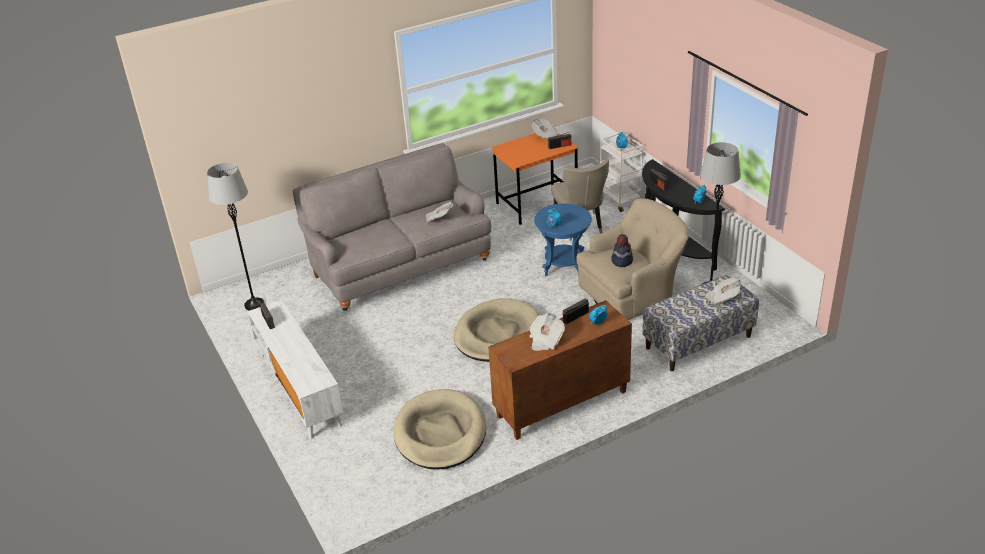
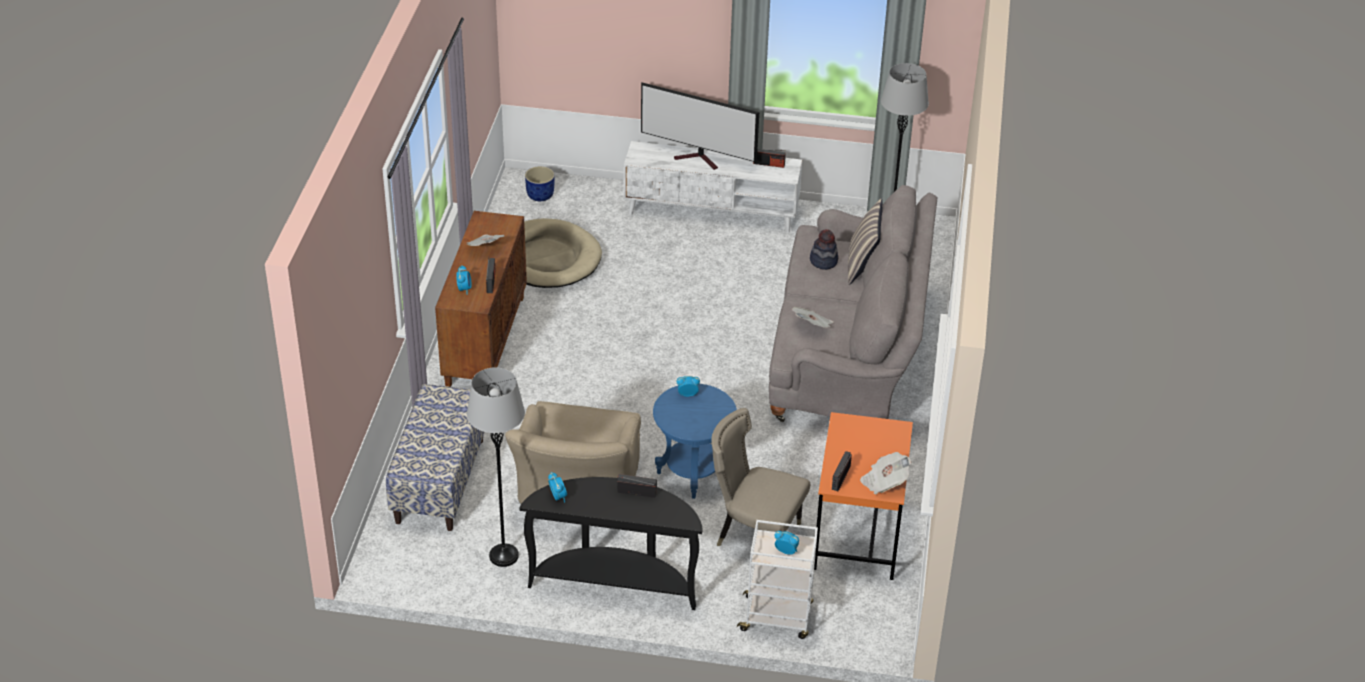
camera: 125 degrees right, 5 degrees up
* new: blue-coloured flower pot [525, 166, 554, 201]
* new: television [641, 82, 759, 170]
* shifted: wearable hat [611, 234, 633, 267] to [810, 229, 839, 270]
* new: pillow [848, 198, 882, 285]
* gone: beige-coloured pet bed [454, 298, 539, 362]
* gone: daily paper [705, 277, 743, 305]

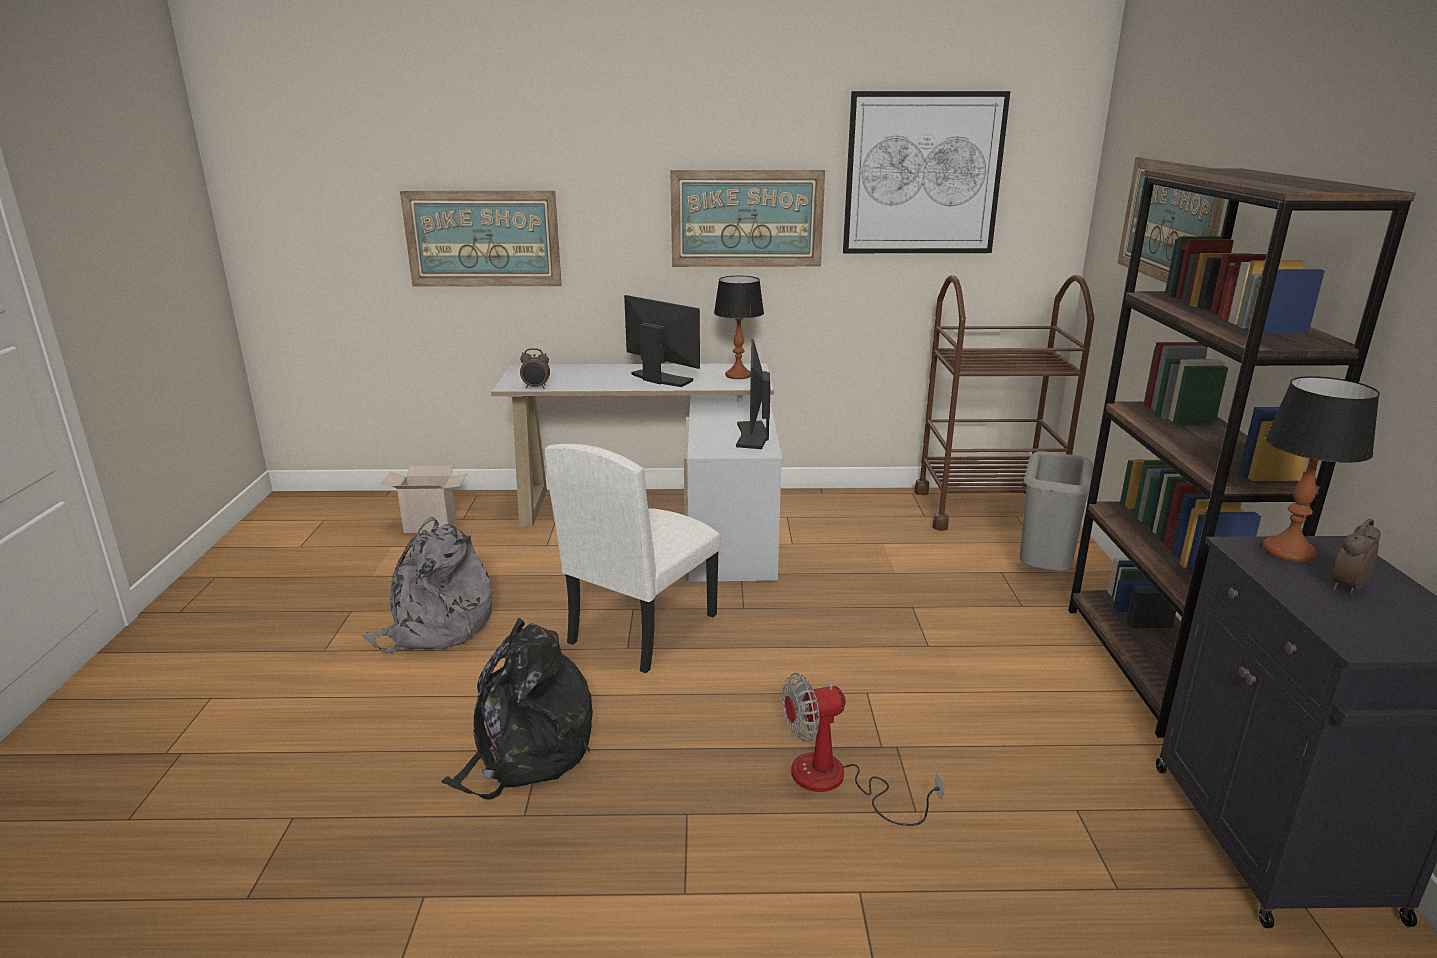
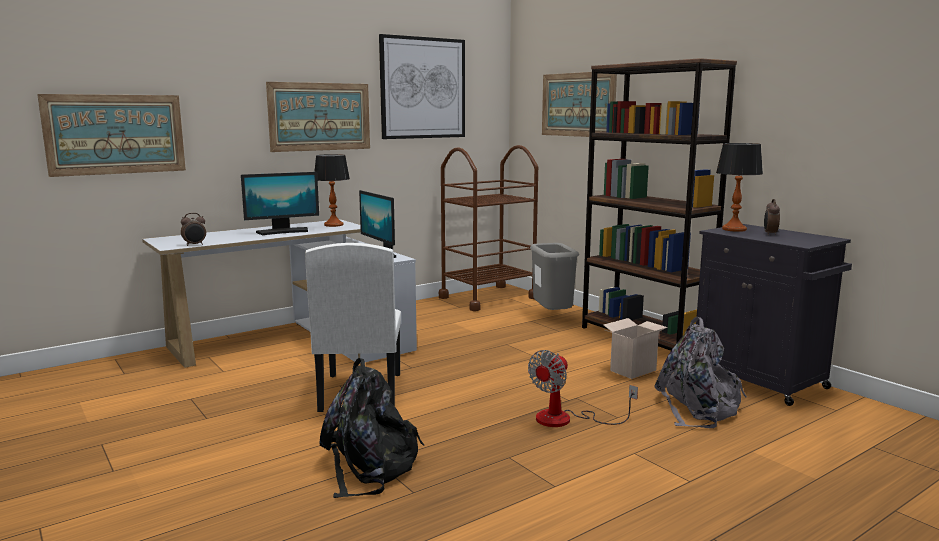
camera: 35 degrees left, 10 degrees down
* rotated: computer display [624, 295, 700, 387] = [241, 172, 319, 235] 150 degrees clockwise
* shifted: packing box [381, 466, 467, 533] to [603, 318, 668, 379]
* shifted: grey backpack [362, 516, 492, 654] to [654, 316, 747, 428]

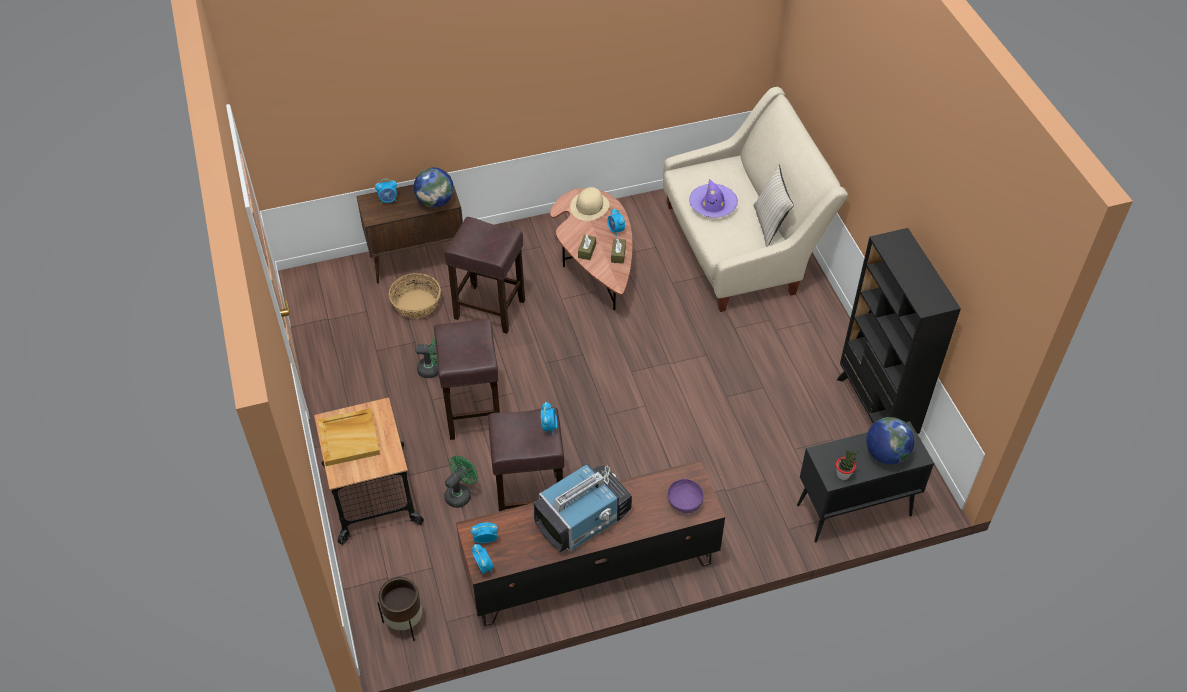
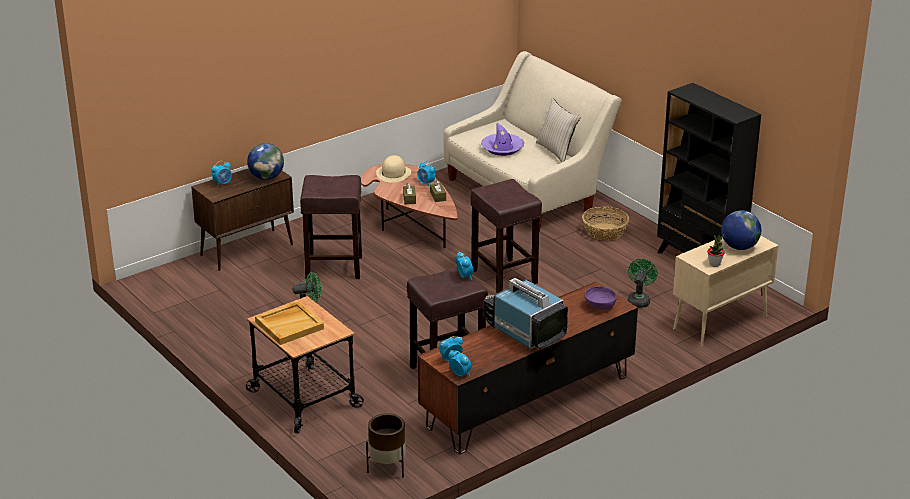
camera: 20 degrees left, 20 degrees down
* shifted: brownish sitting stool [434, 319, 500, 440] to [470, 179, 542, 293]
* rotated: television [533, 463, 632, 552] = [484, 278, 568, 349] 75 degrees counterclockwise
* shifted: household basket [389, 273, 441, 319] to [582, 206, 629, 241]
* shifted: green-coloured electric fan [444, 456, 478, 508] to [628, 259, 657, 308]
* repainted: black-coloured storage cabinet [797, 421, 934, 542] to beige-coloured storage cabinet [673, 236, 779, 347]

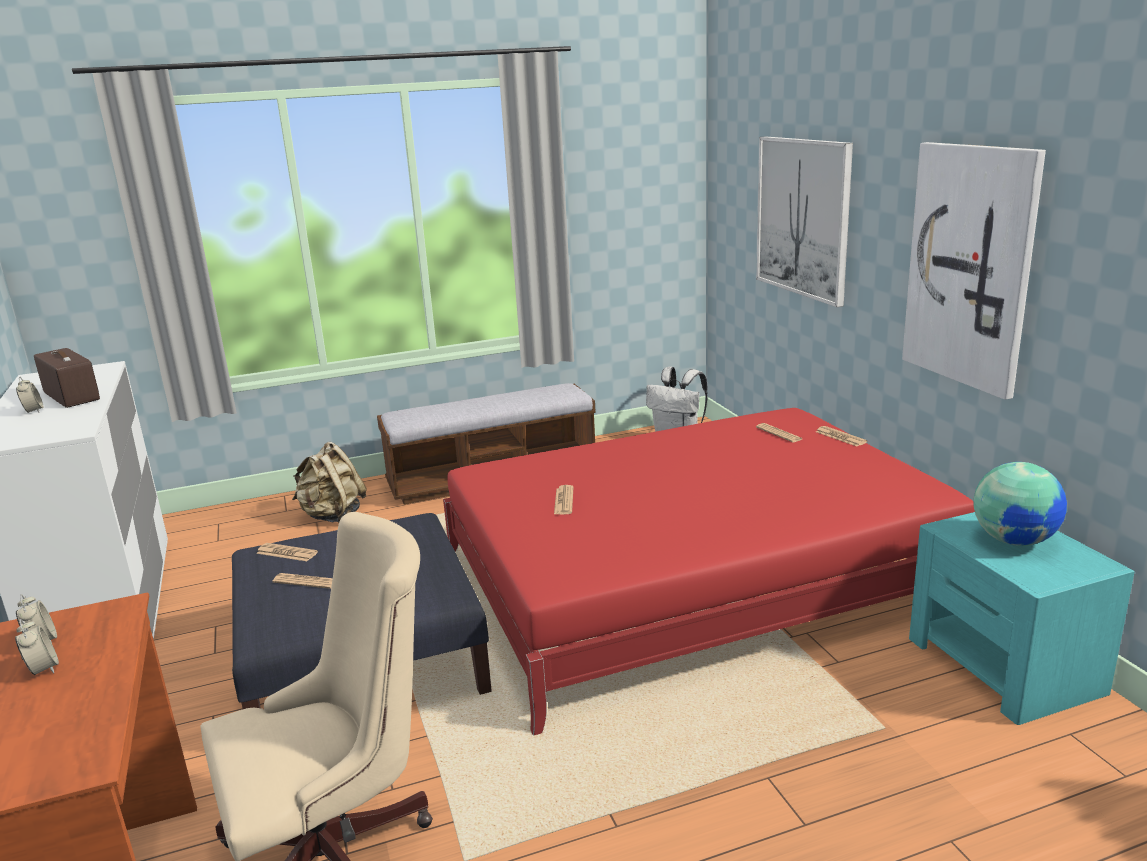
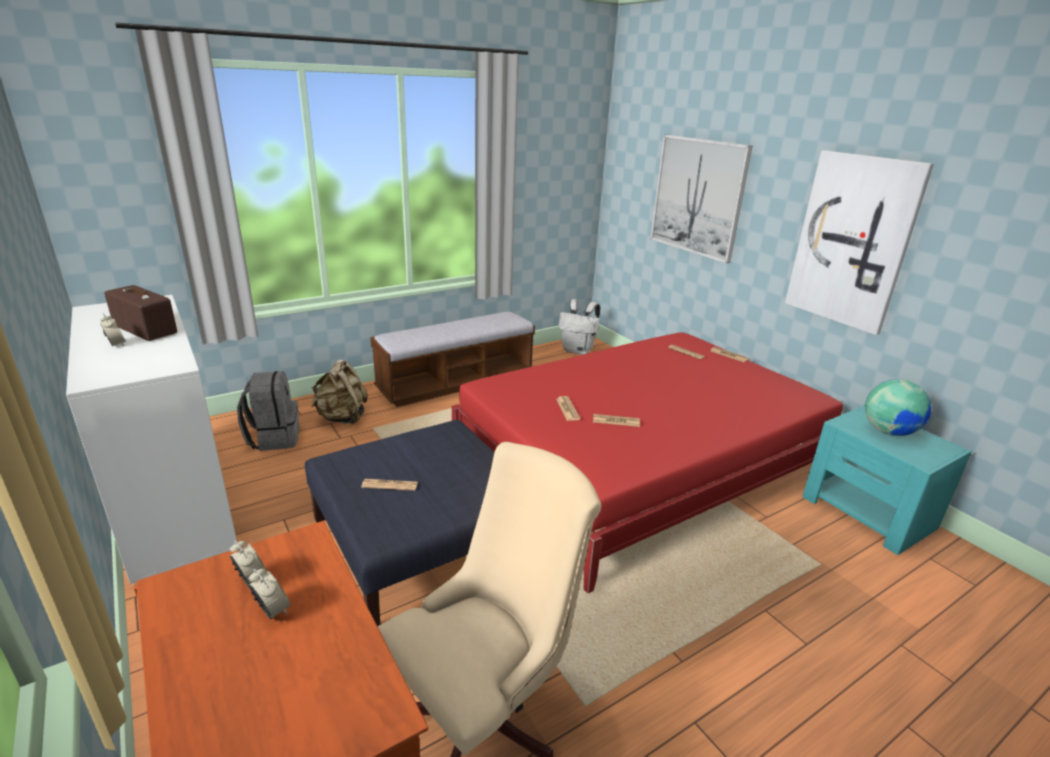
camera: 15 degrees left, 5 degrees up
* new: grey backpack [237, 371, 299, 451]
* shifted: daily paper [256, 543, 318, 561] to [593, 414, 640, 427]

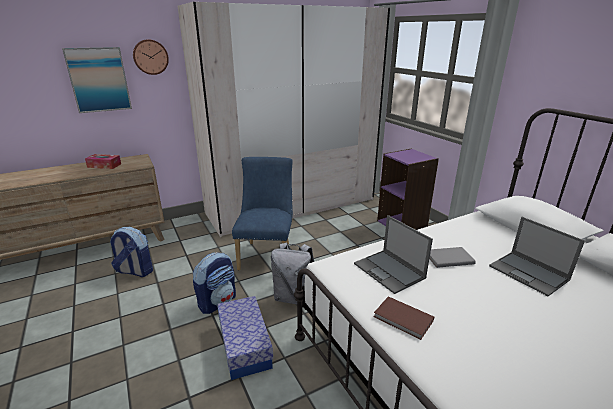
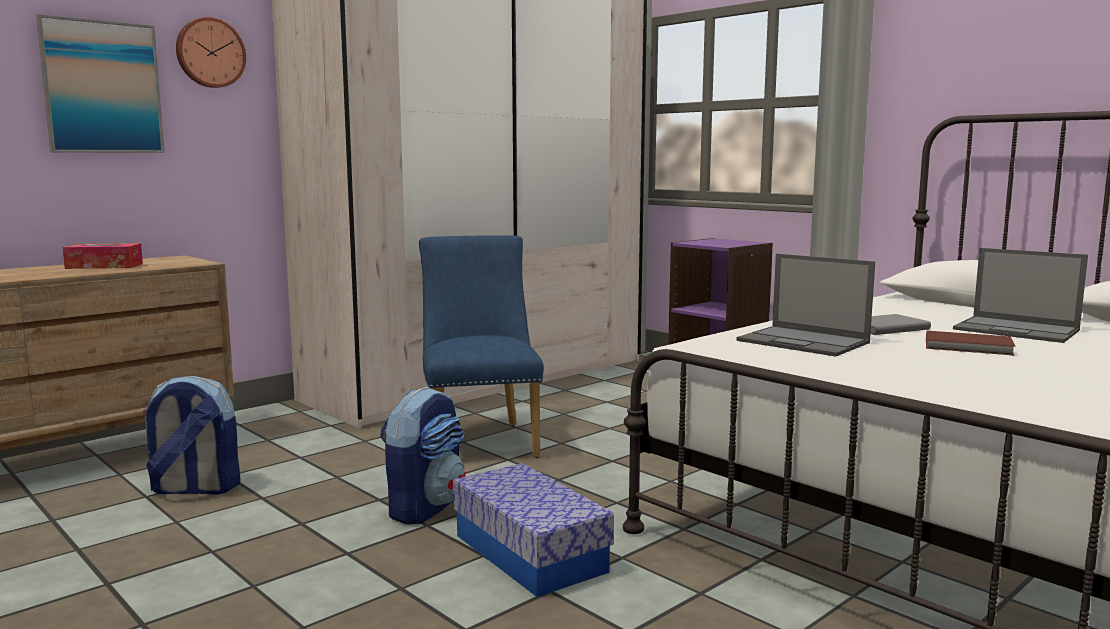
camera: 15 degrees left, 15 degrees down
* shifted: brownish bound book [374, 296, 434, 340] to [926, 331, 1016, 356]
* gone: grey backpack [271, 242, 314, 304]

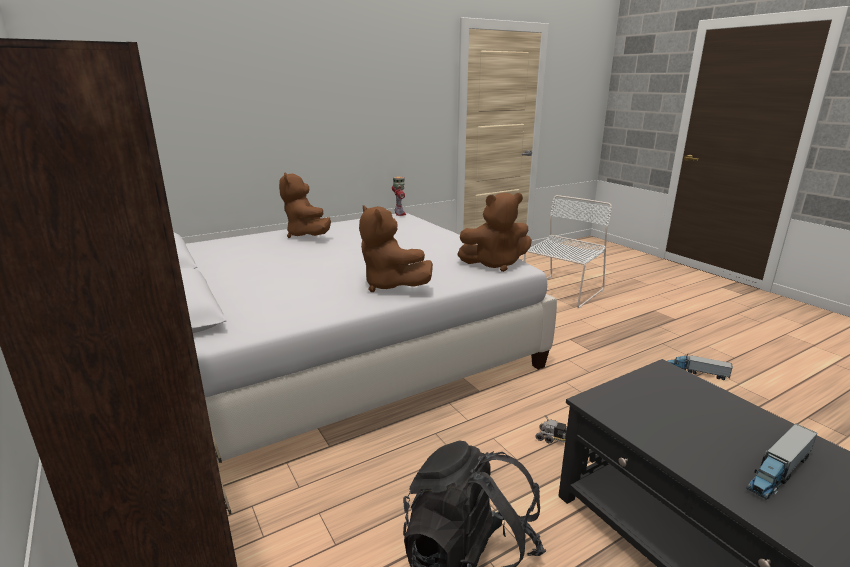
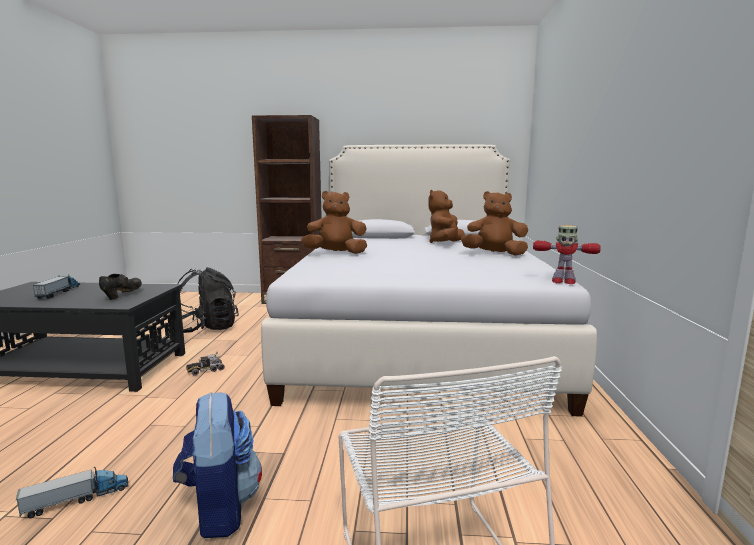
camera: 125 degrees right, 10 degrees down
* new: black-coloured shoe [99, 274, 142, 300]
* new: backpack [173, 392, 262, 538]
* shifted: brownish soft toy [457, 193, 532, 272] to [428, 190, 465, 243]

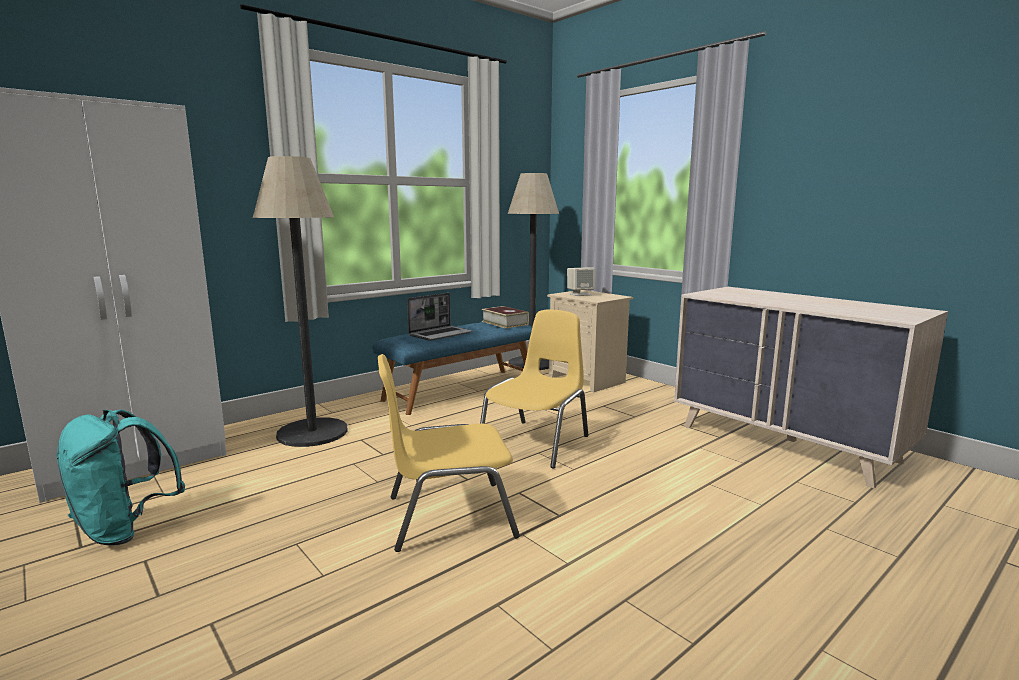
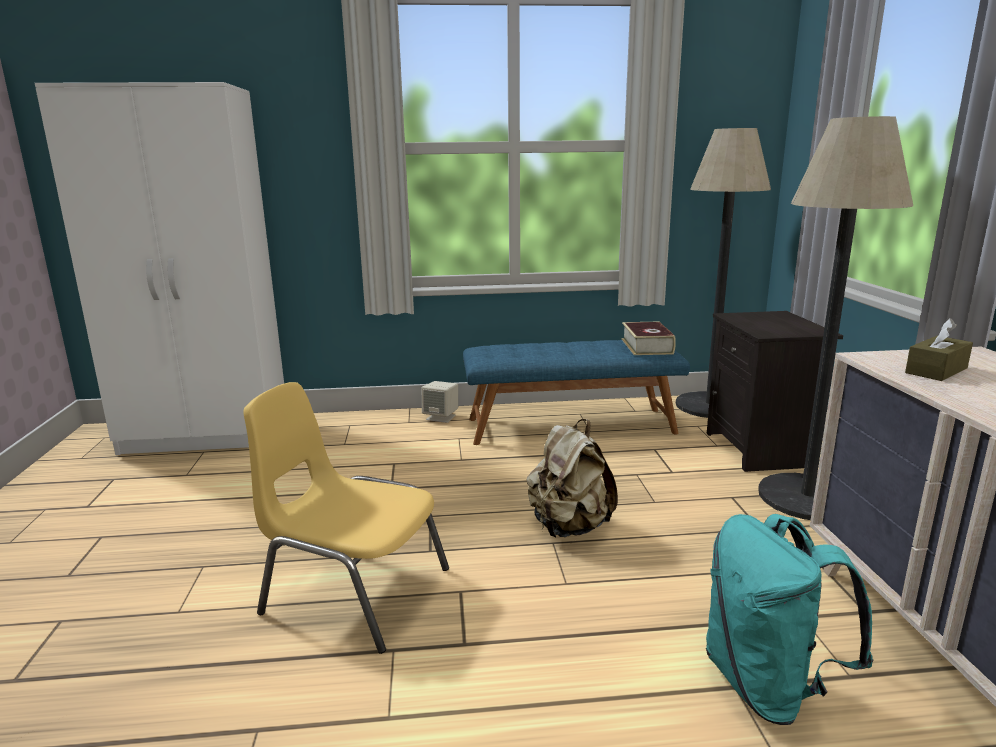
camera: 35 degrees right, 5 degrees up
* shifted: beige-coloured speaker [567, 267, 595, 296] to [422, 381, 458, 423]
* swapped: yellow-coloured plain chair [480, 310, 588, 469] to beige-coloured backpack [527, 419, 618, 537]
* shifted: blue-green backpack [56, 410, 185, 545] to [706, 514, 873, 725]
* repainted: beige-coloured bedside table [547, 290, 633, 392] to black-coloured bedside table [707, 311, 843, 472]
* shifted: standing lamp [253, 156, 348, 447] to [758, 116, 913, 520]
* new: brownish tissue holder [905, 318, 973, 381]
* gone: portable computer [407, 293, 472, 341]

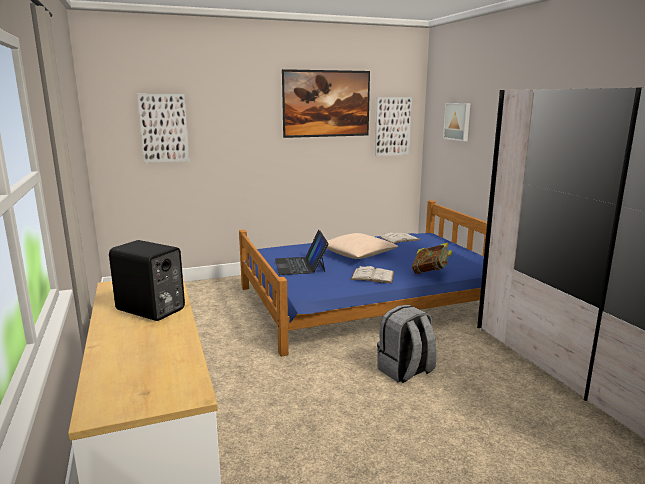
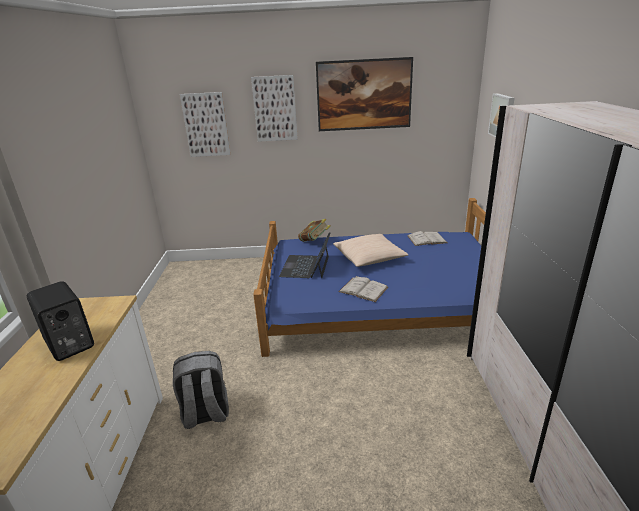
camera: 20 degrees right, 10 degrees up
* shifted: grey backpack [377, 305, 437, 383] to [173, 351, 229, 429]
* shifted: wall picture [375, 97, 412, 156] to [251, 75, 298, 142]
* shifted: bound book [412, 243, 452, 274] to [298, 219, 330, 242]

